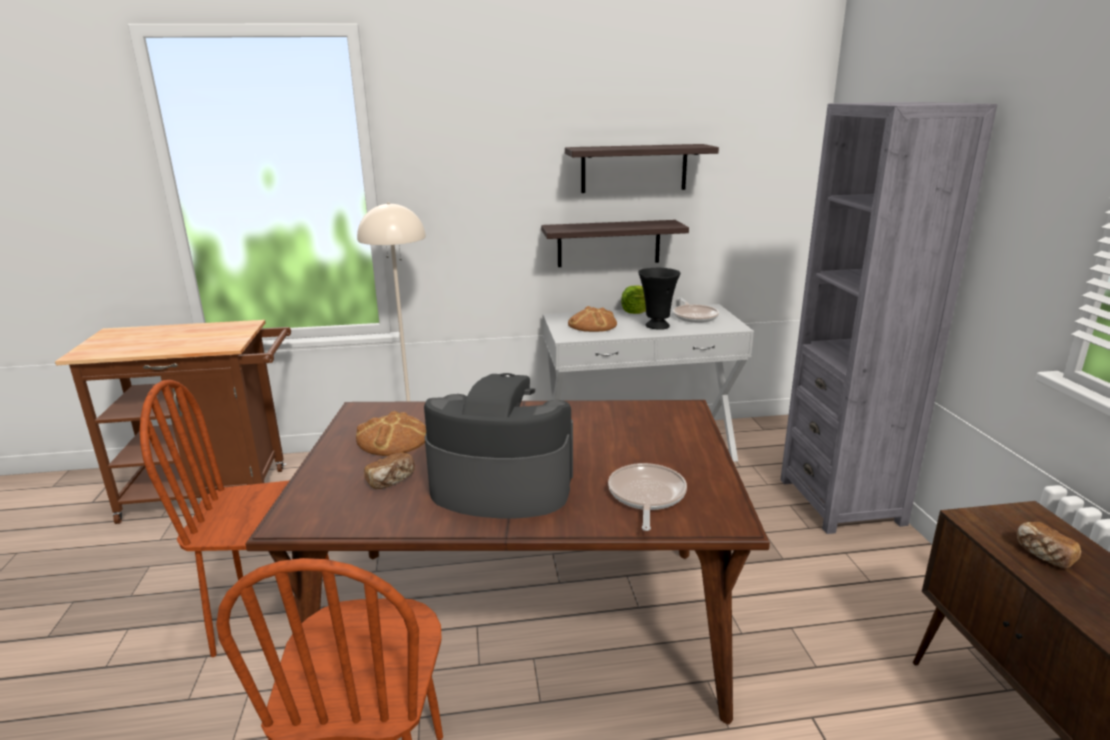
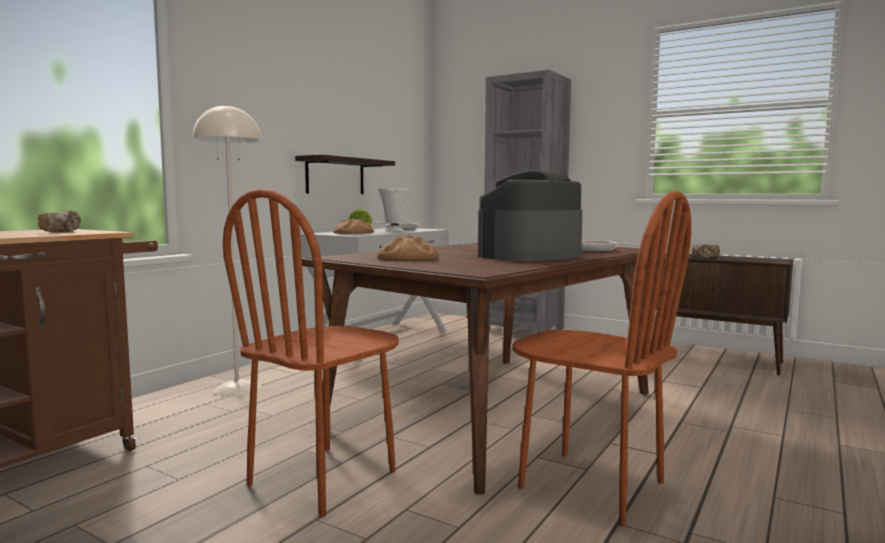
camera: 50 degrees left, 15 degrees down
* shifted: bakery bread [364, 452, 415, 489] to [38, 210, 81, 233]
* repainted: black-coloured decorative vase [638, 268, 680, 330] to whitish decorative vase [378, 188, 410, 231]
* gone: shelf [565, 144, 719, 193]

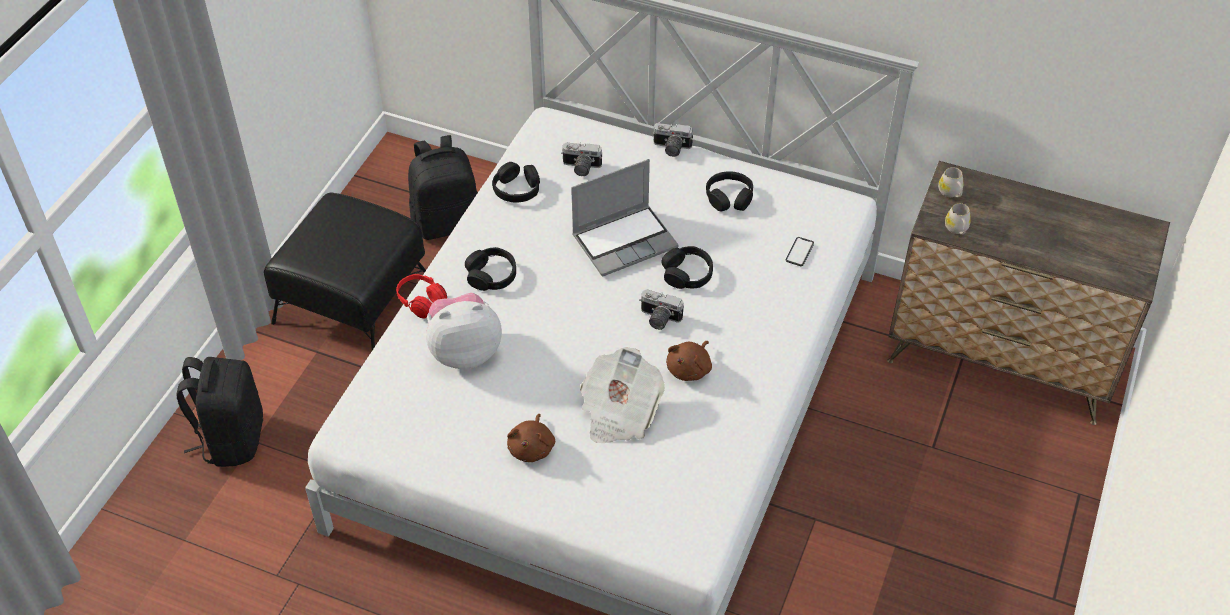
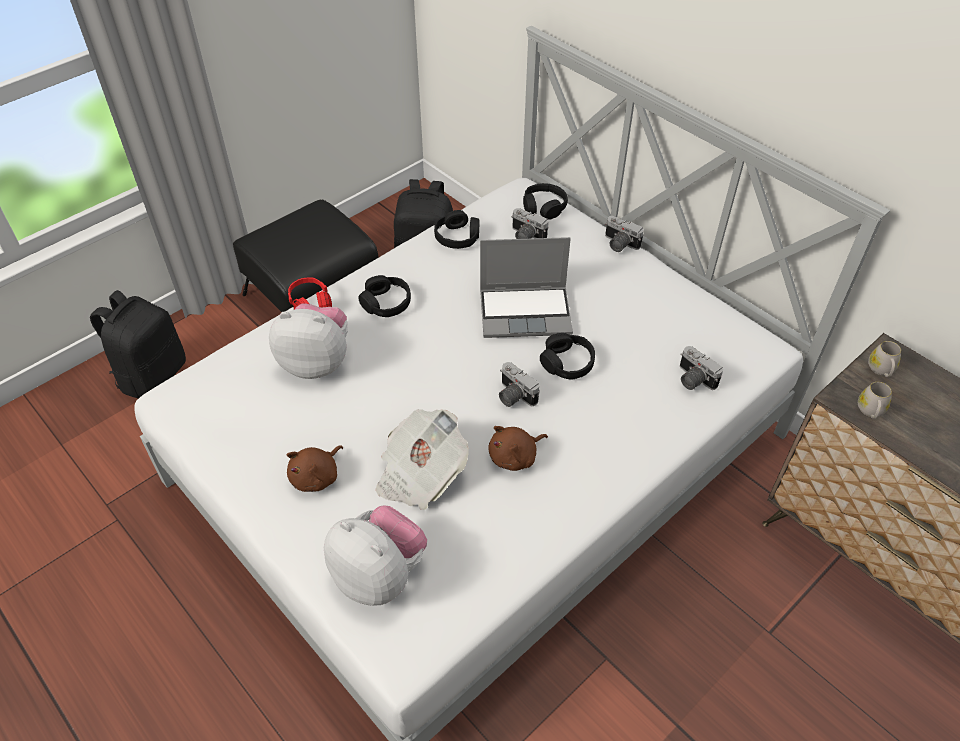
camera: 25 degrees right, 0 degrees up
* new: soft toy [324, 505, 427, 606]
* shifted: black-coloured pair of headphones [706, 171, 753, 211] to [523, 183, 568, 220]
* swapped: phone [786, 237, 814, 266] to still camera [680, 346, 723, 390]

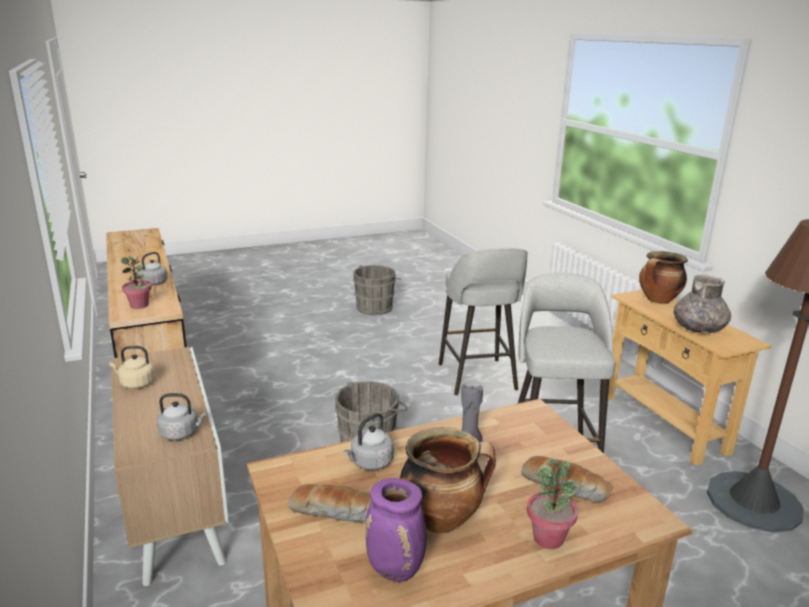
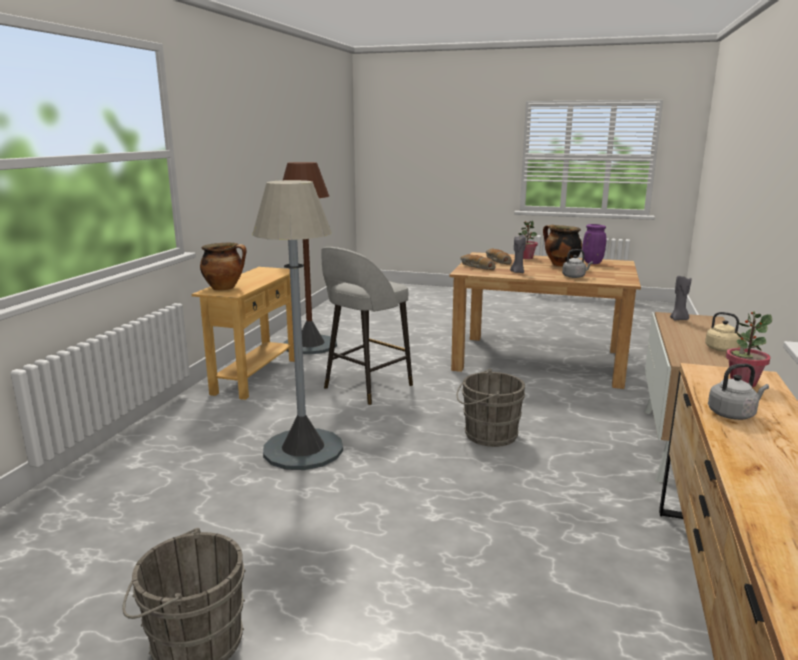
camera: 140 degrees left, 5 degrees down
* swapped: grey sitting stool [439, 248, 528, 395] to grey standing lamp [252, 180, 343, 470]
* shifted: bakery bread [288, 484, 372, 522] to [460, 254, 495, 270]
* swapped: grey water kettle [157, 393, 207, 440] to grey wax light [670, 275, 692, 320]
* gone: grey decorative vase [674, 275, 731, 333]

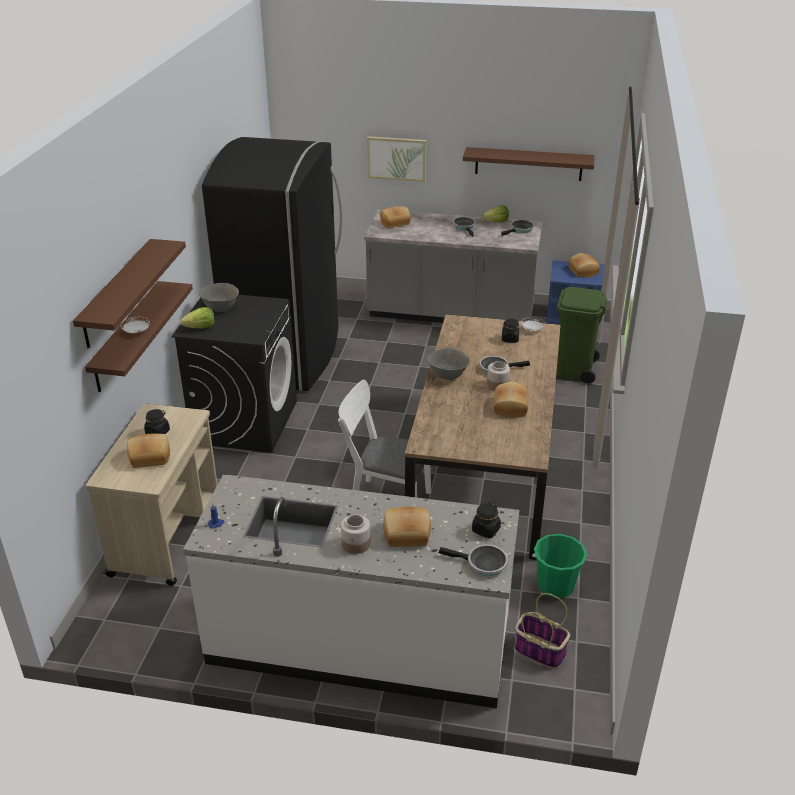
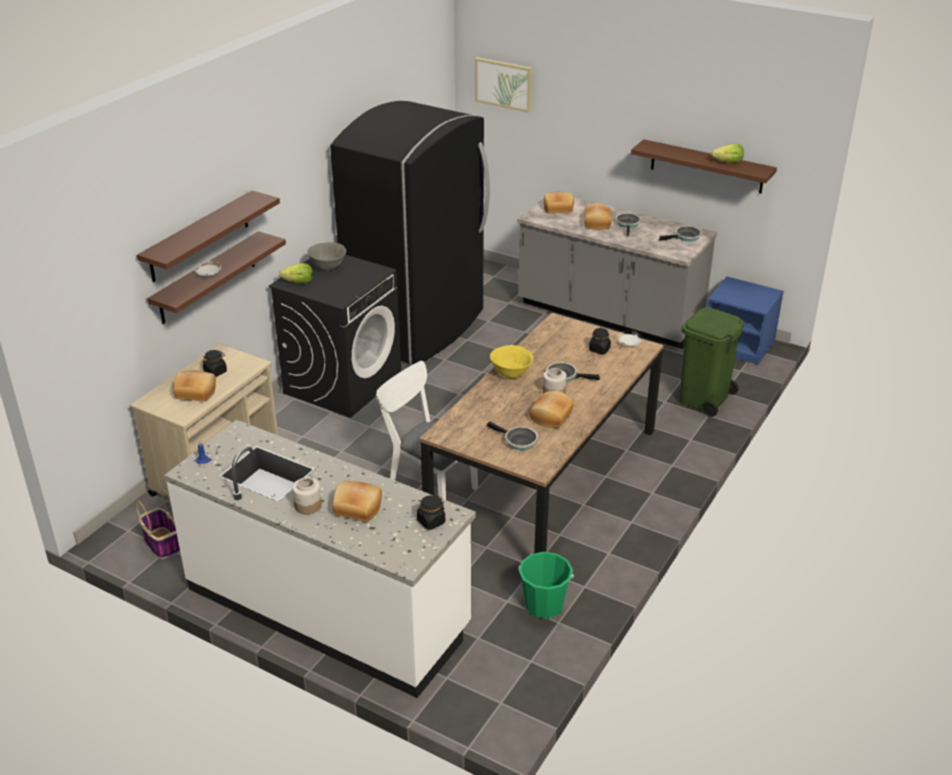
camera: 20 degrees right, 0 degrees up
* shifted: household basket [515, 593, 570, 668] to [136, 490, 180, 559]
* shifted: wall picture [367, 136, 426, 182] to [475, 57, 532, 113]
* shifted: frying pan [439, 544, 508, 576] to [487, 421, 538, 450]
* repainted: grey serving bowl [427, 348, 470, 380] to yellow-coloured serving bowl [490, 345, 533, 378]
* shifted: bakery bread [568, 253, 600, 278] to [584, 203, 612, 230]
* shifted: lettuce [483, 205, 509, 222] to [712, 144, 744, 163]

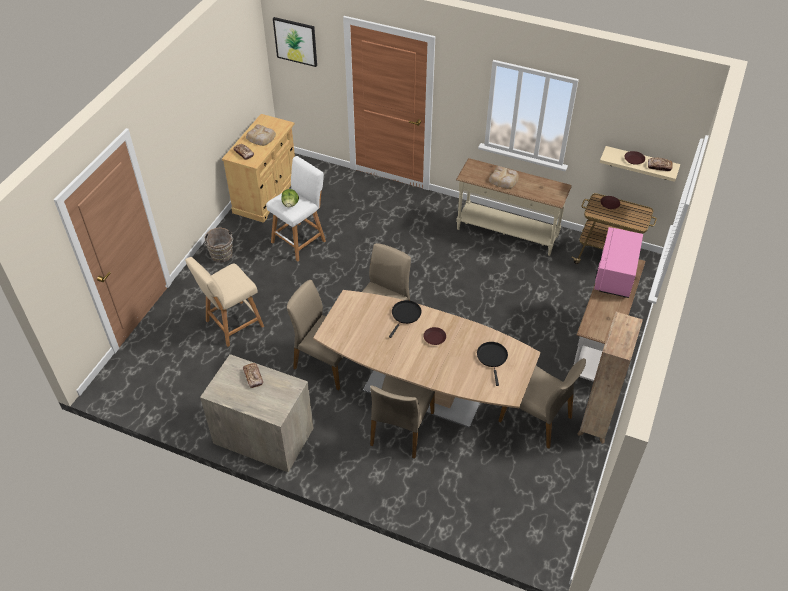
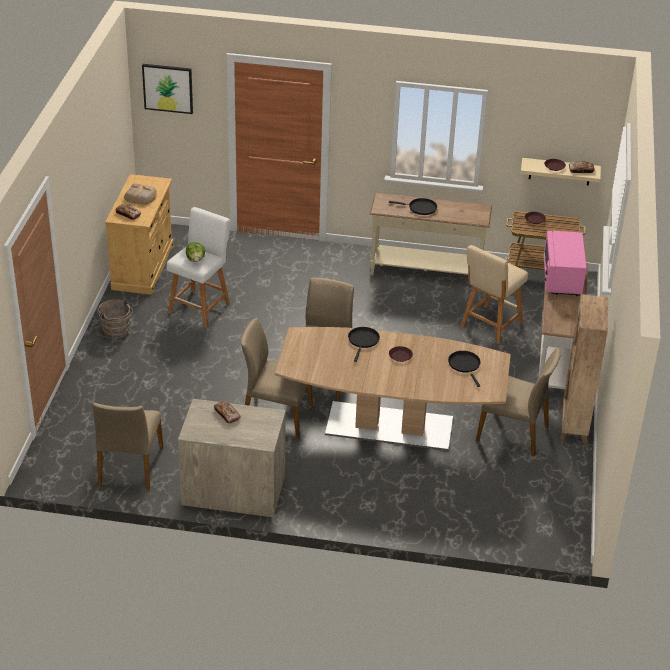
camera: 15 degrees left, 10 degrees down
* shifted: beige-coloured plain chair [370, 375, 435, 459] to [92, 402, 164, 490]
* swapped: bakery bread [489, 166, 519, 189] to black-coloured frying pan [389, 198, 437, 215]
* shifted: beige-coloured sitting stool [185, 257, 264, 347] to [461, 245, 528, 344]

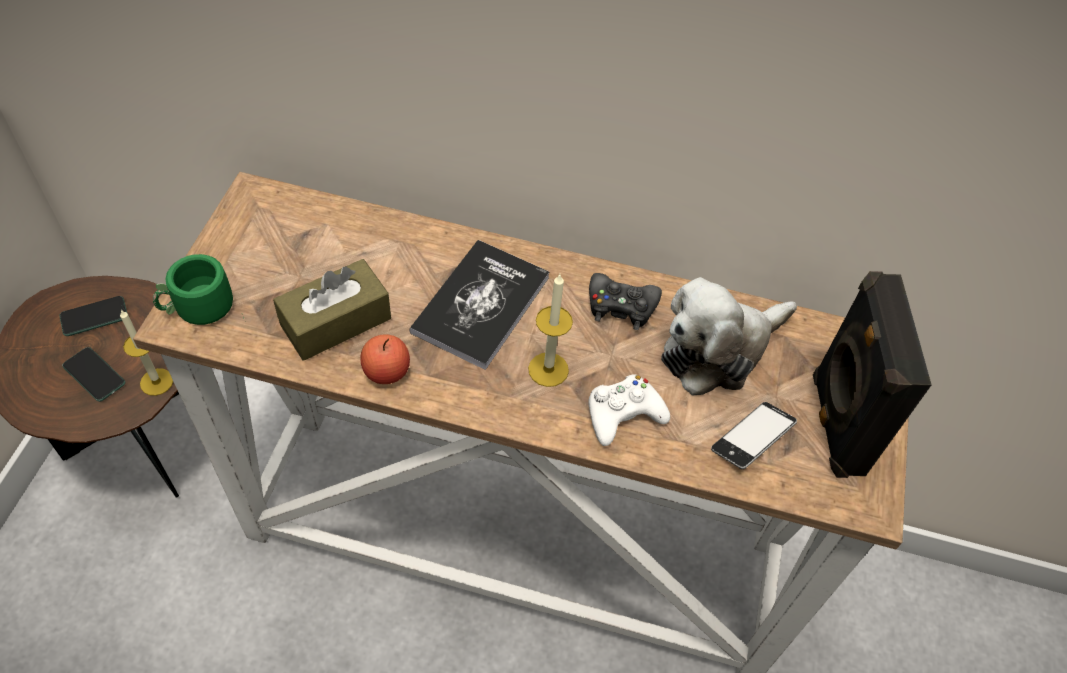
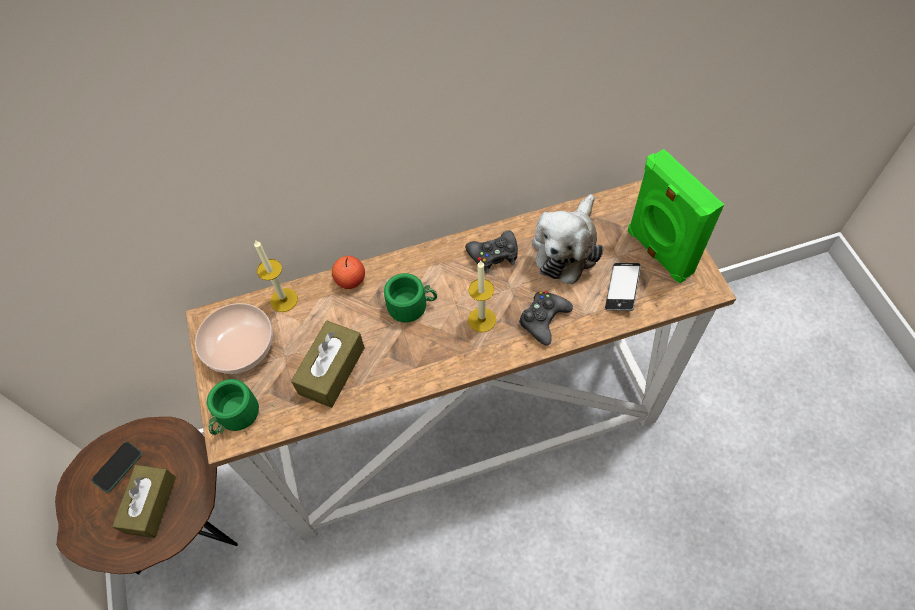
camera: 25 degrees left, 5 degrees up
* swapped: phone [62, 347, 125, 402] to brownish tissue holder [112, 465, 176, 538]
* new: serving bowl [195, 303, 273, 374]
* shifted: wax light [120, 310, 173, 396] to [254, 240, 298, 312]
* shifted: apple fruit [360, 334, 410, 384] to [332, 256, 365, 289]
* swapped: bound book [410, 240, 549, 370] to green-coloured mug [384, 273, 437, 322]
* repainted: whitish gamepad [588, 374, 670, 446] to black-coloured gamepad [519, 291, 573, 346]
* repainted: black-coloured speaker [813, 271, 932, 478] to green-coloured speaker [628, 149, 724, 283]

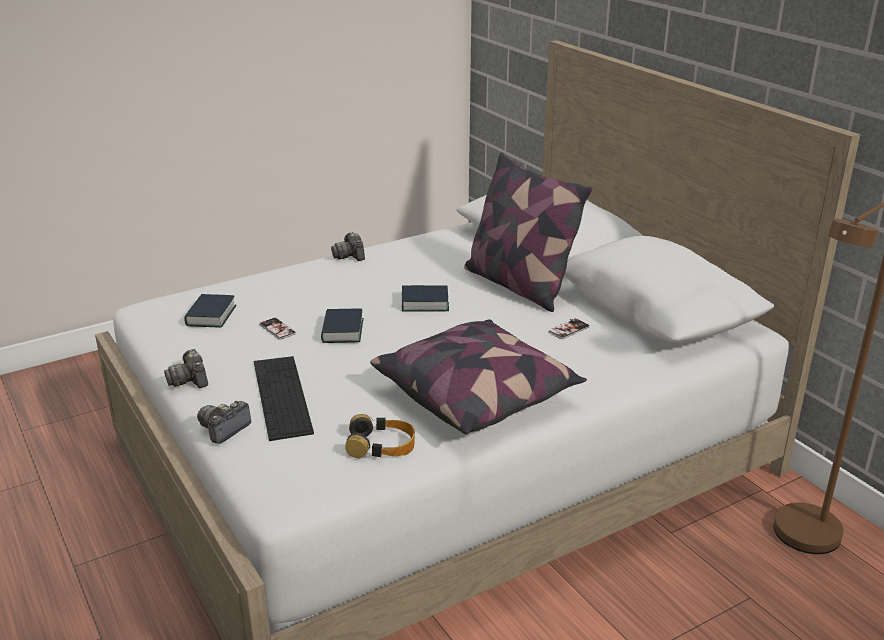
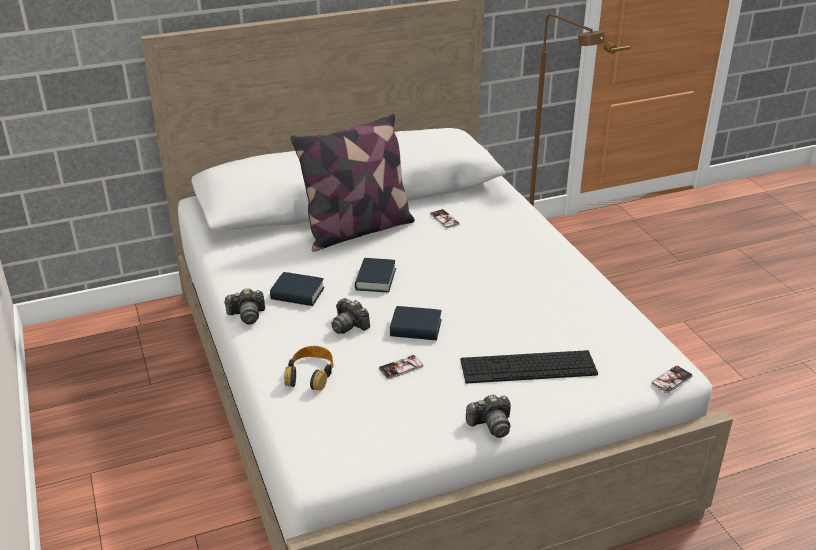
camera: 80 degrees left, 5 degrees up
* shifted: bound book [184, 294, 237, 327] to [270, 272, 325, 306]
* shifted: pair of headphones [345, 414, 415, 458] to [284, 346, 333, 391]
* shifted: still camera [197, 401, 251, 444] to [331, 298, 370, 334]
* new: phone [651, 365, 693, 393]
* gone: pillow [370, 319, 587, 434]

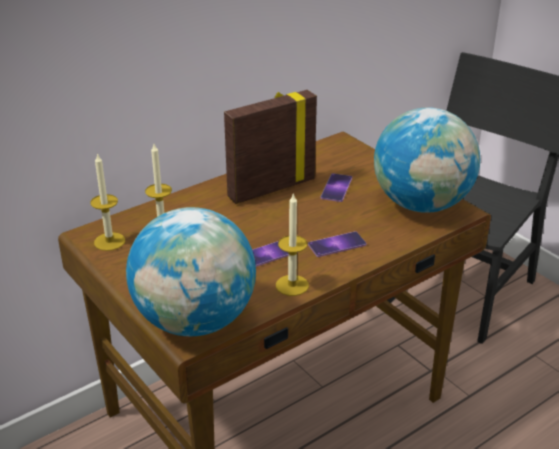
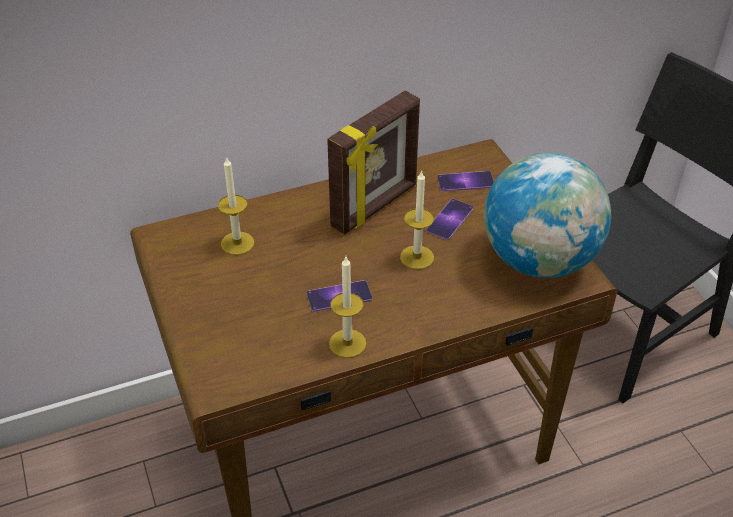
camera: 15 degrees right, 10 degrees up
* rotated: photo frame [224, 90, 317, 204] = [327, 91, 420, 235] 150 degrees clockwise
* shifted: wax light [90, 153, 125, 251] to [400, 170, 434, 270]
* shifted: phone [308, 231, 367, 257] to [437, 171, 494, 192]
* gone: world globe [126, 207, 256, 336]

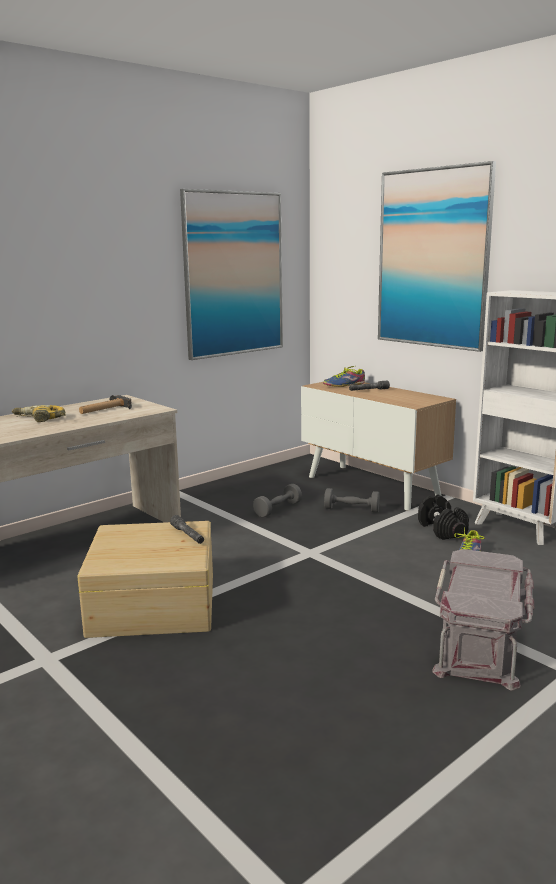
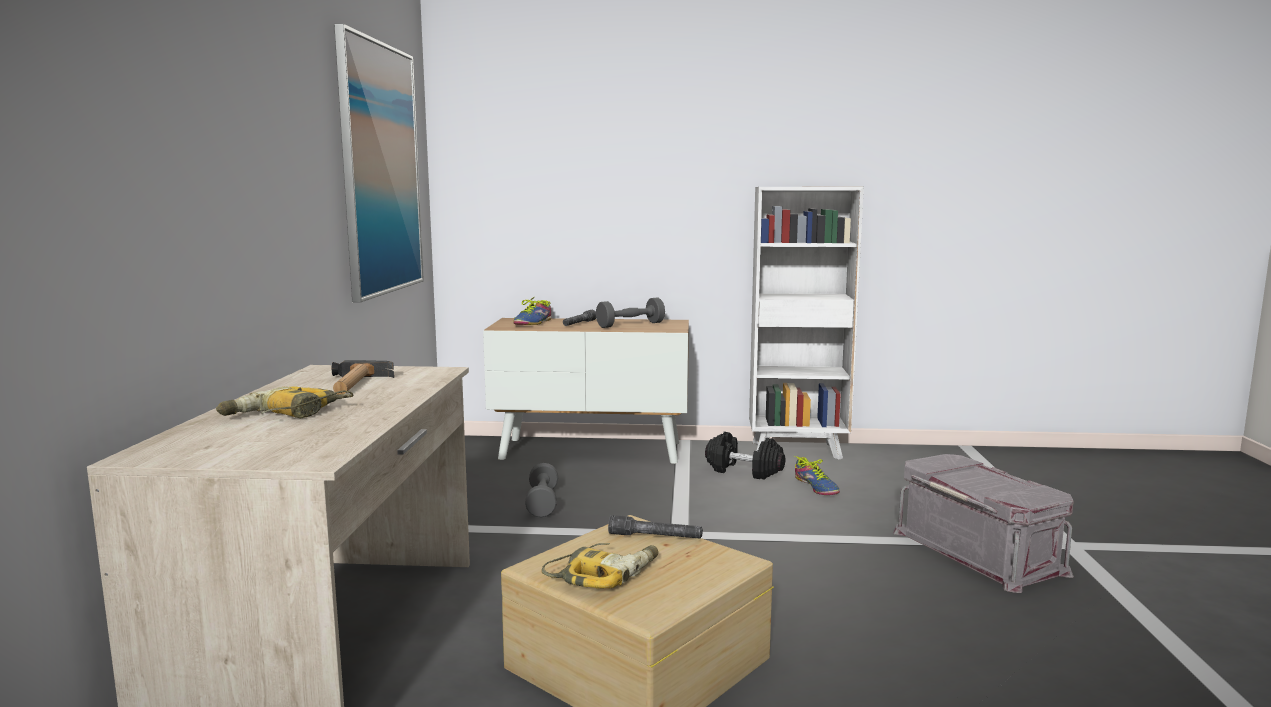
camera: 45 degrees left, 5 degrees down
* new: electric drill [542, 543, 658, 589]
* shifted: grey dumbbell [324, 488, 380, 513] to [596, 298, 665, 328]
* gone: wall picture [378, 161, 496, 352]

